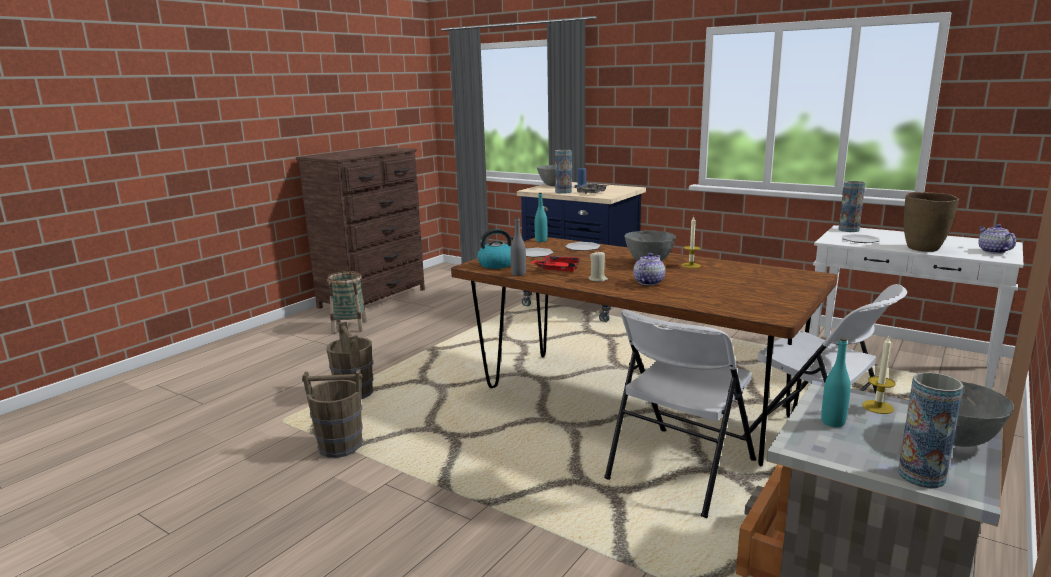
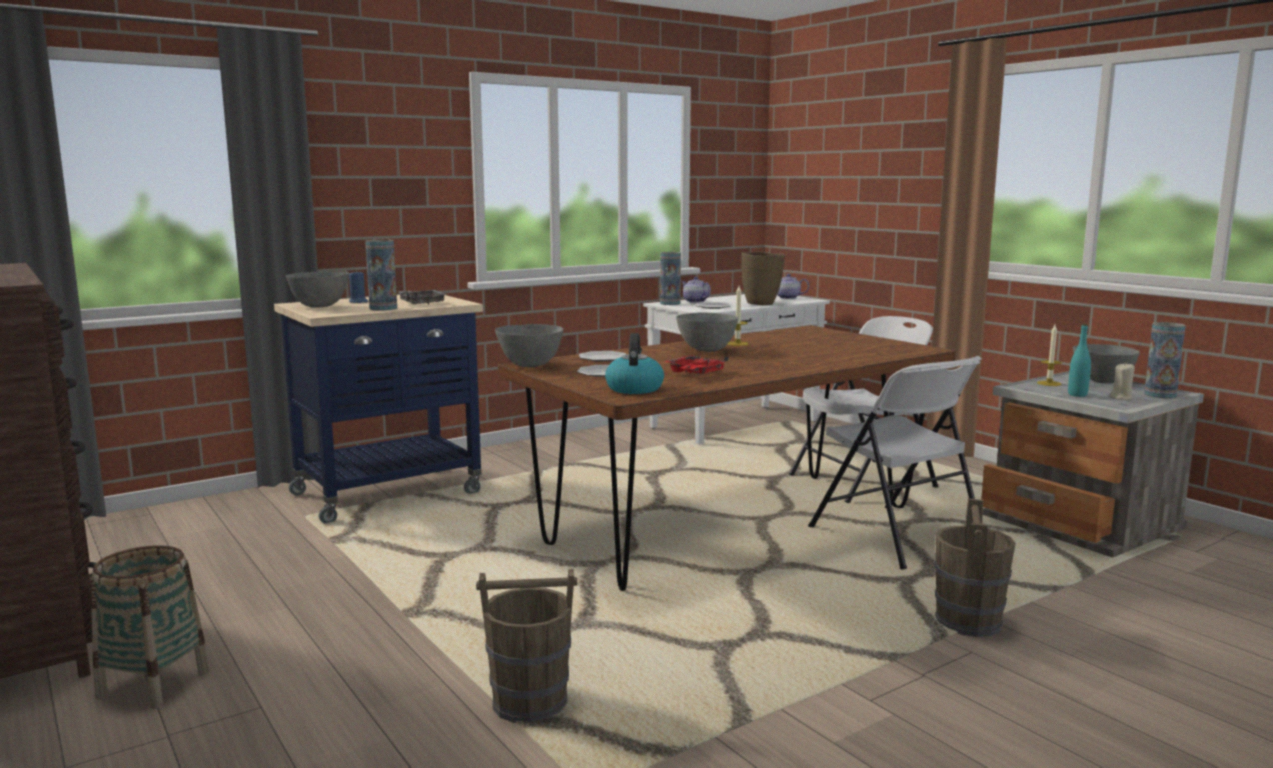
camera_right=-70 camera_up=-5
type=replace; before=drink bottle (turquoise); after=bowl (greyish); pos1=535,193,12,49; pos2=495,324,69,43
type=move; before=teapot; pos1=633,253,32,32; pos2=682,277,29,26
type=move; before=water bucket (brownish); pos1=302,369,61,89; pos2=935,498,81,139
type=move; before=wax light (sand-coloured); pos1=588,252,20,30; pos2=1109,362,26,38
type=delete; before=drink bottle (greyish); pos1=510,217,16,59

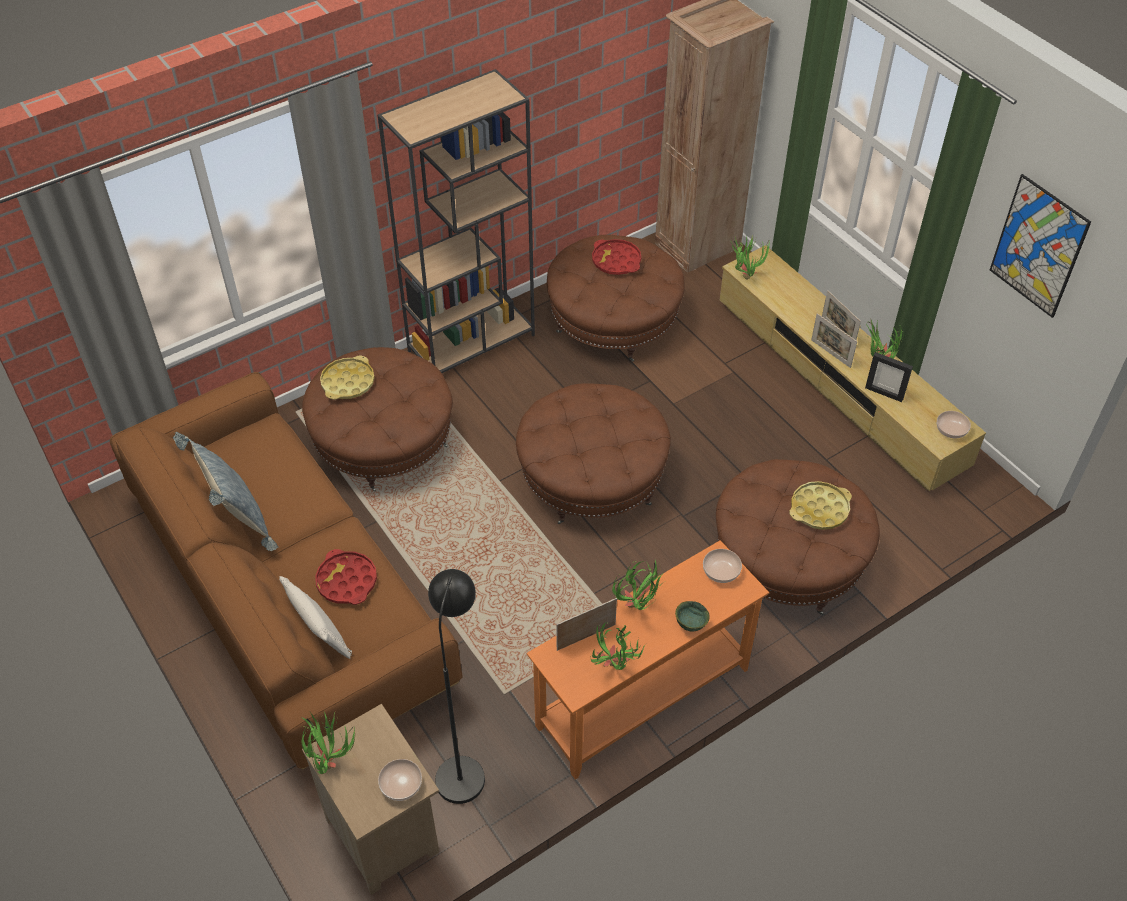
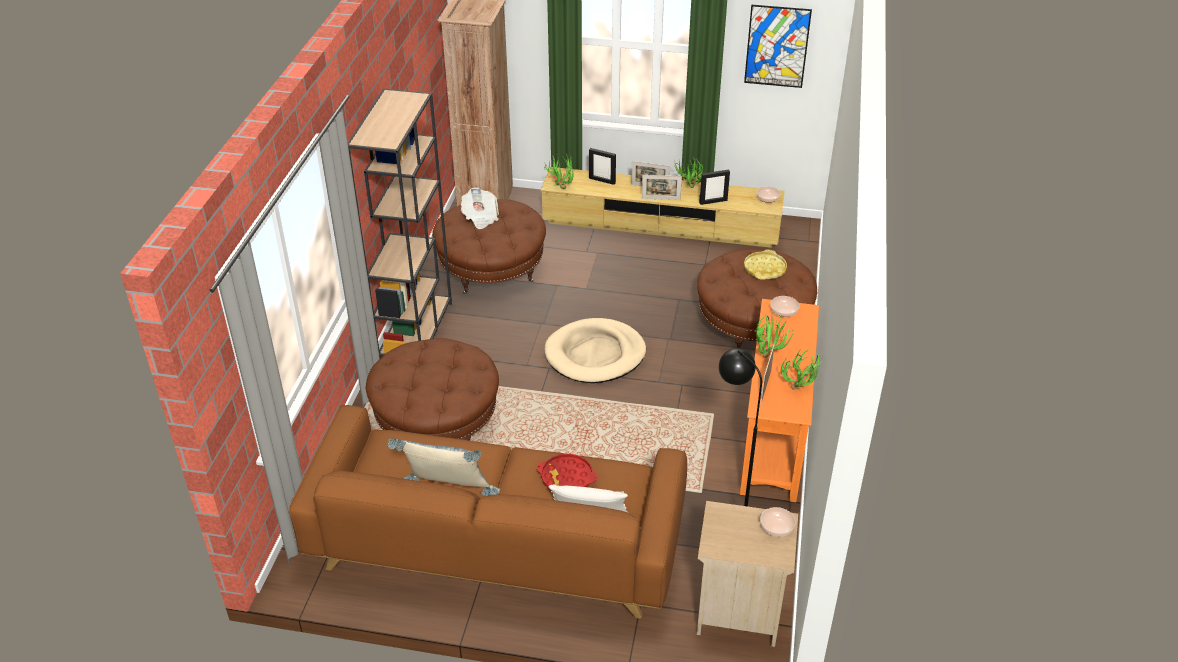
camera_right=-45 camera_up=-10
type=replace; before=tray (red-coloured); after=daily paper; pos1=592,239,49,36; pos2=461,187,38,42
type=replace; before=footrest (brownish); after=dog bed (sand-coloured); pos1=516,383,155,141; pos2=545,318,101,65
type=insert; after=photo frame; pos2=589,148,27,37
type=delete; before=plant in a pot; pos1=302,712,53,62
type=delete; before=tray (yellow-coloured); pos1=320,356,54,44
type=delete; before=bowl (green); pos1=675,601,35,31

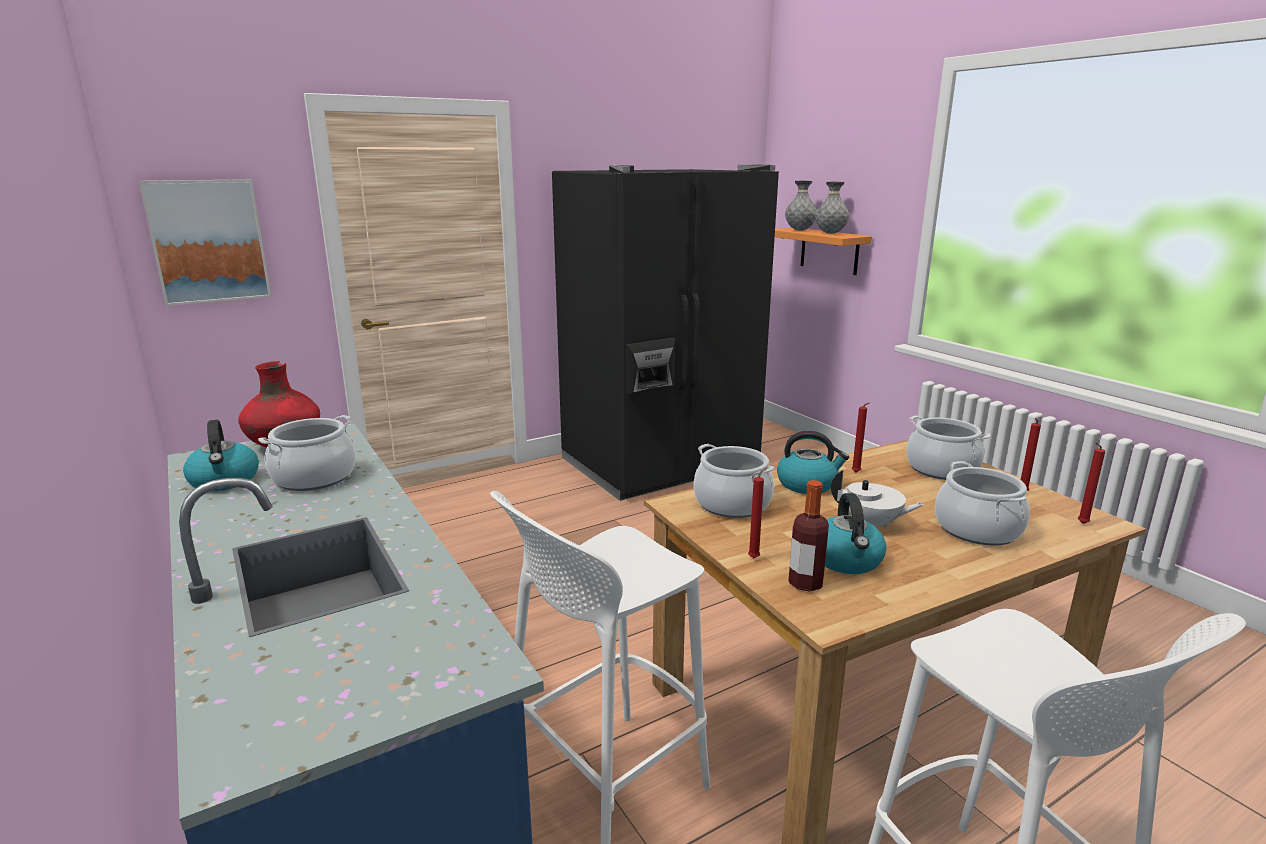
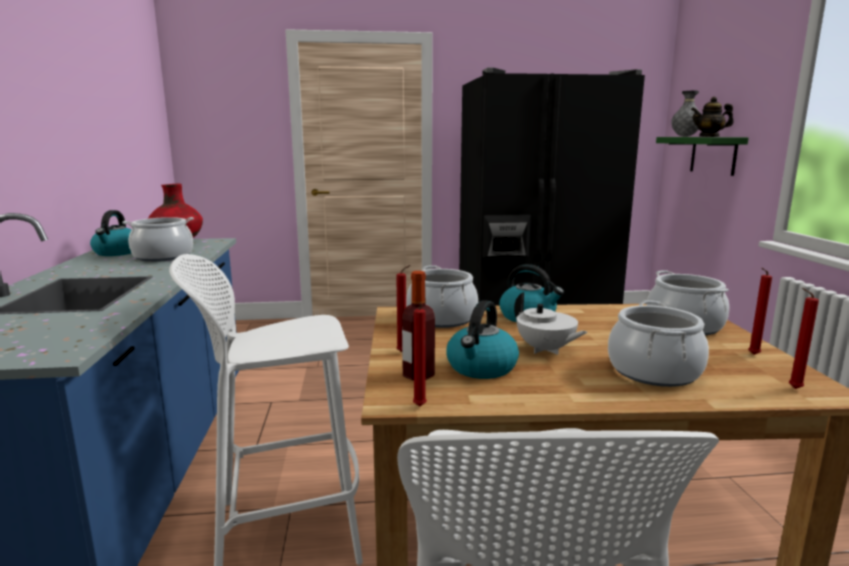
camera_right=25 camera_up=-5
type=move; before=wax light (red-coloured); pos1=851,402,19,70; pos2=413,303,14,103
type=recolor; before=shelf (orange-coloured); after=shelf (green); pos1=775,228,97,47; pos2=656,137,93,39
type=replace; before=decorative vase (greyish); after=teapot; pos1=815,182,34,52; pos2=691,97,43,40
type=delete; before=wall picture; pos1=139,179,133,127

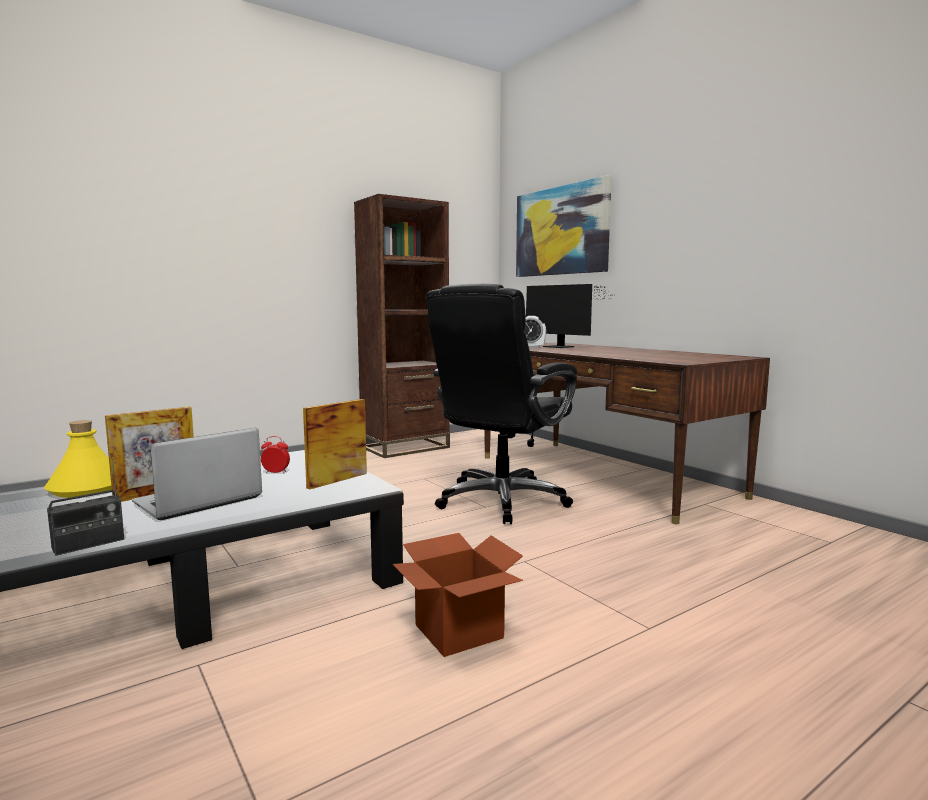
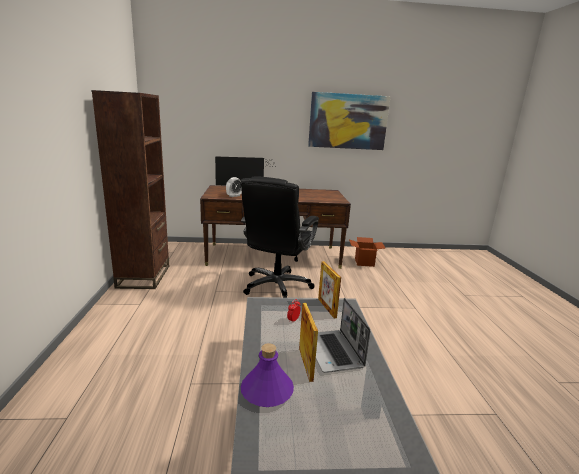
camera_right=-60 camera_up=10
type=rotate; before=office chair (blackish); pos1=427,284,150,240; pos2=241,176,78,121; turn=45
type=recolor; before=drink bottle (yellow-coloured); after=drink bottle (purplish); pos1=44,420,68,78; pos2=241,343,53,64
type=move; before=wall picture; pos1=516,175,96,102; pos2=308,92,83,58
type=move; before=cardboard box; pos1=392,533,131,124; pos2=349,237,37,30
type=delete; before=radio; pos1=47,455,77,100

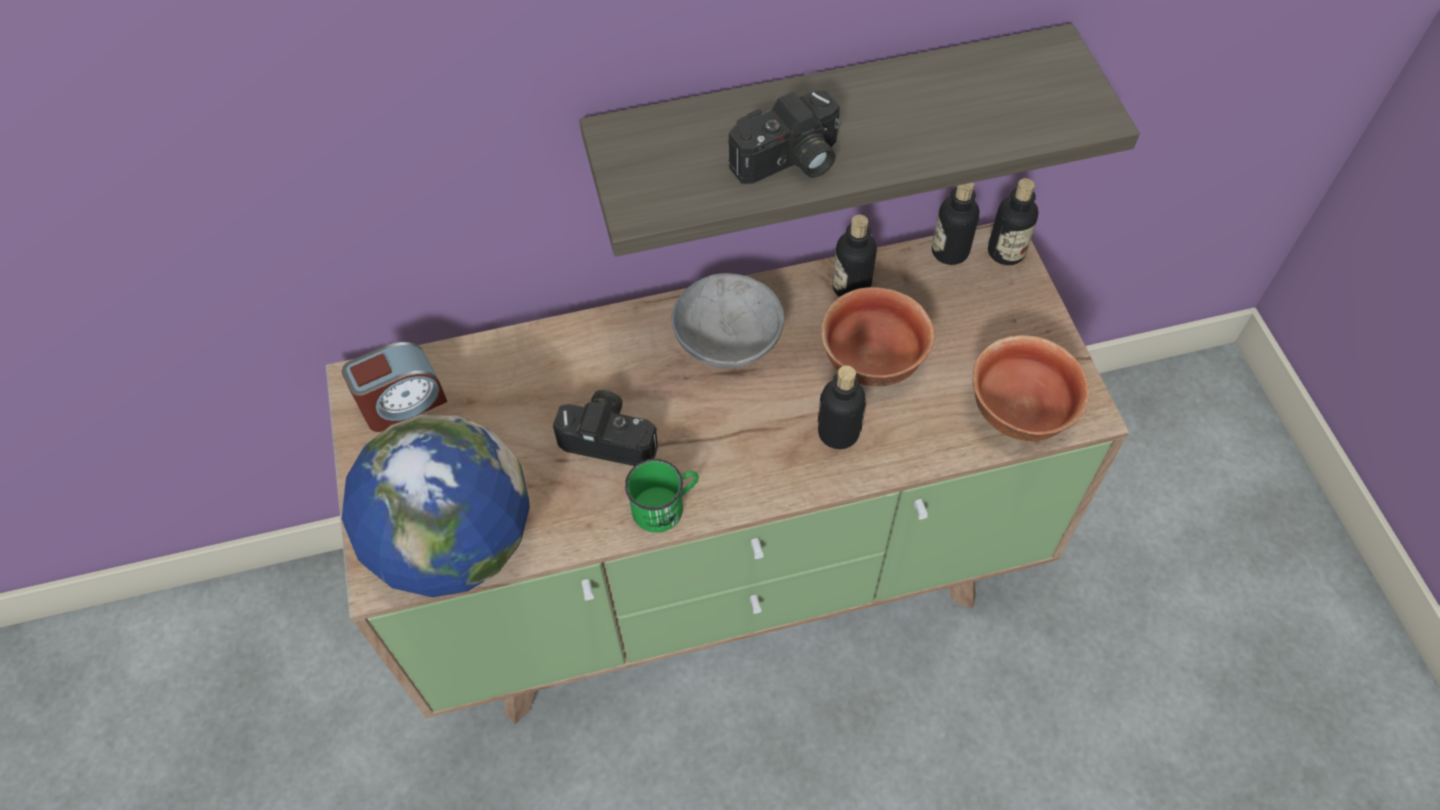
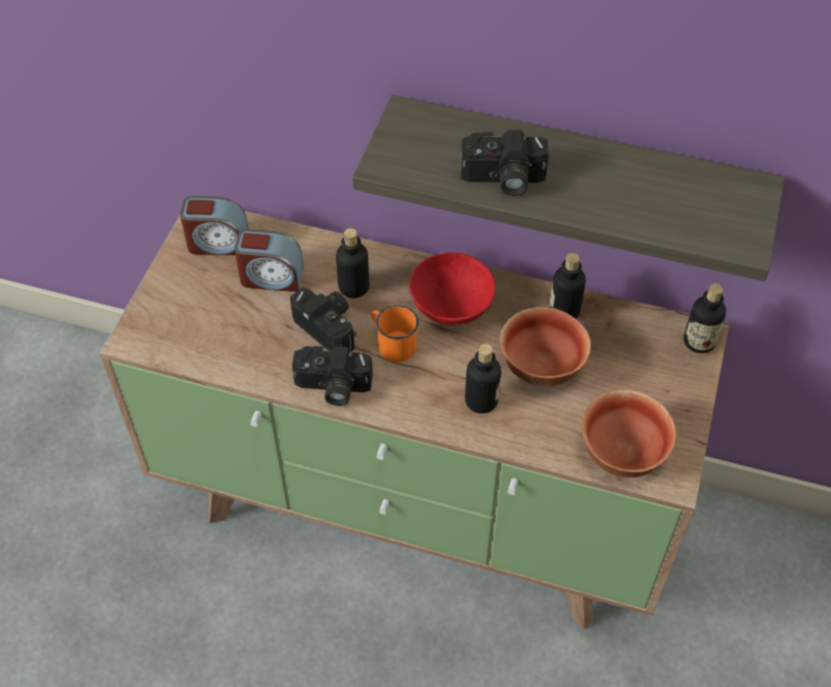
camera_right=30 camera_up=-5
type=insert; after=bedside clock; pos2=234,229,70,63
type=replace; before=tea mug (green); after=still camera; pos1=625,459,74,74; pos2=292,346,81,60
type=move; before=drink bottle; pos1=932,182,48,83; pos2=336,228,33,70
type=insert; after=tea mug (orange-coloured); pos2=371,305,48,57
type=recolor; before=bowl (greyish); after=bowl (red-coloured); pos1=671,273,113,96; pos2=409,252,87,73
type=delete; before=world globe; pos1=342,415,188,182

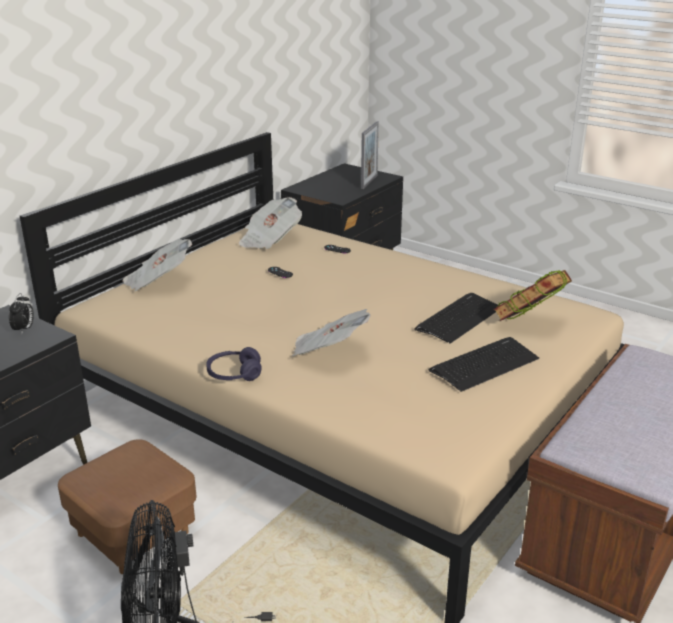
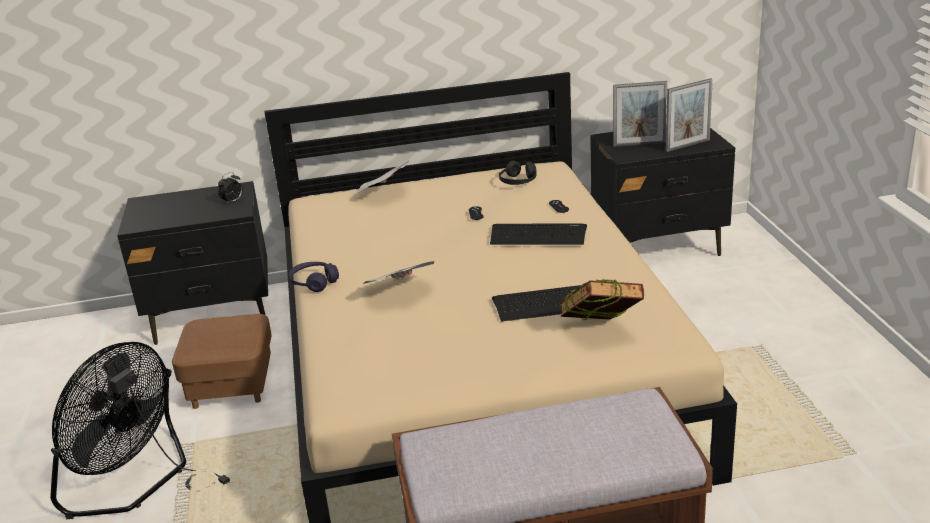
camera_right=45 camera_up=0
type=move; before=PC keyboard; pos1=429,337,110,55; pos2=490,224,97,21
type=replace; before=daily paper; after=pair of headphones (blackish); pos1=239,197,63,52; pos2=499,160,38,25
type=insert; after=photo frame; pos2=613,81,54,66

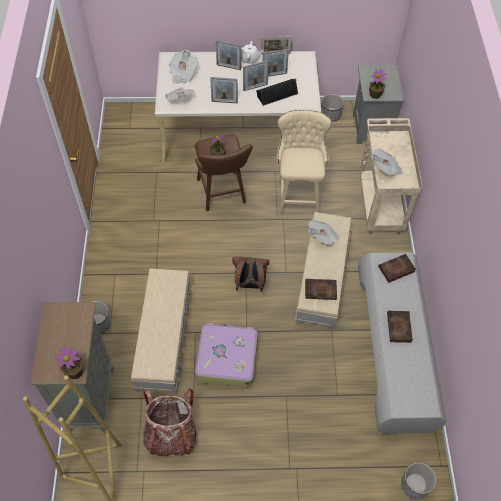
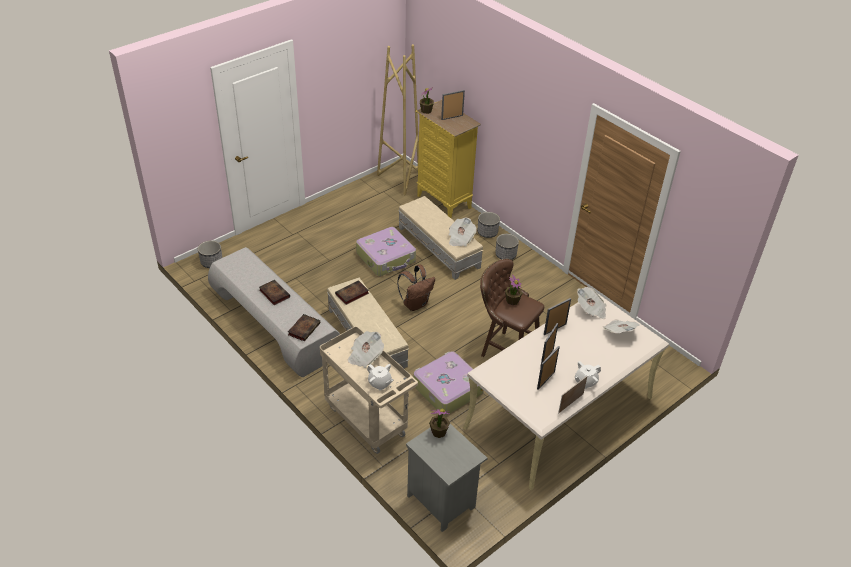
camera_right=140 camera_up=-15
type=insert; after=teapot (whitish); pos2=367,364,26,27
type=replace; before=stool seat (sand-coloured); after=piece of luggage; pos1=277,110,55,107; pos2=413,351,71,64
type=recolor; before=chest of drawers (greyish); after=chest of drawers (yellow-coloured); pos1=31,302,83,131; pos2=416,100,65,118
type=move; before=photo frame; pos1=216,40,25,30; pos2=441,90,24,30
type=move; before=daily paper; pos1=308,220,33,25; pos2=448,218,29,28
type=move; before=flower pot; pos1=321,94,23,28; pos2=496,234,23,26
type=delete; before=backpack; pos1=143,388,53,69
type=delete; before=audio speaker (blackish); pos1=256,79,42,27

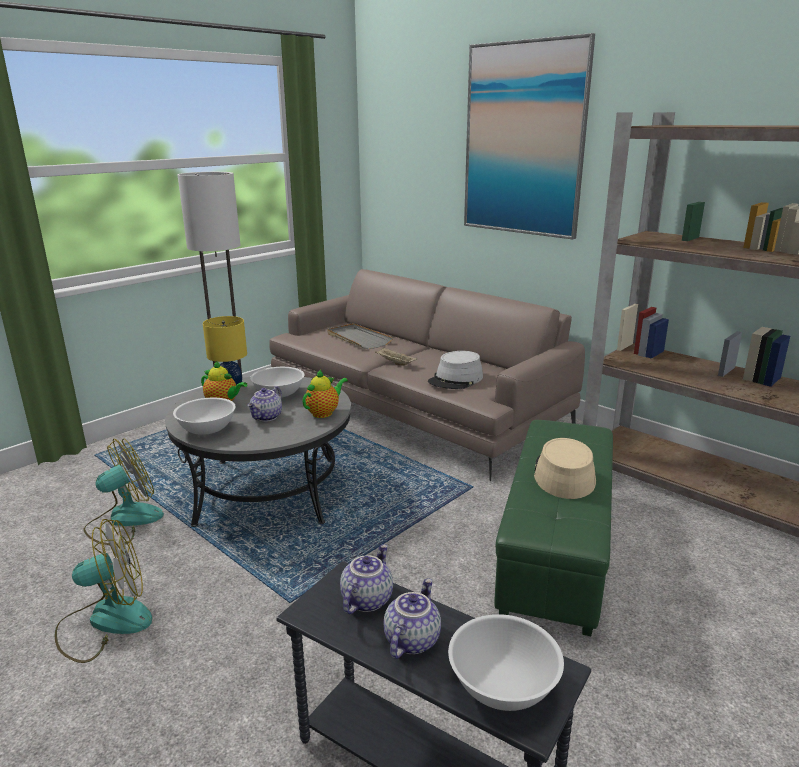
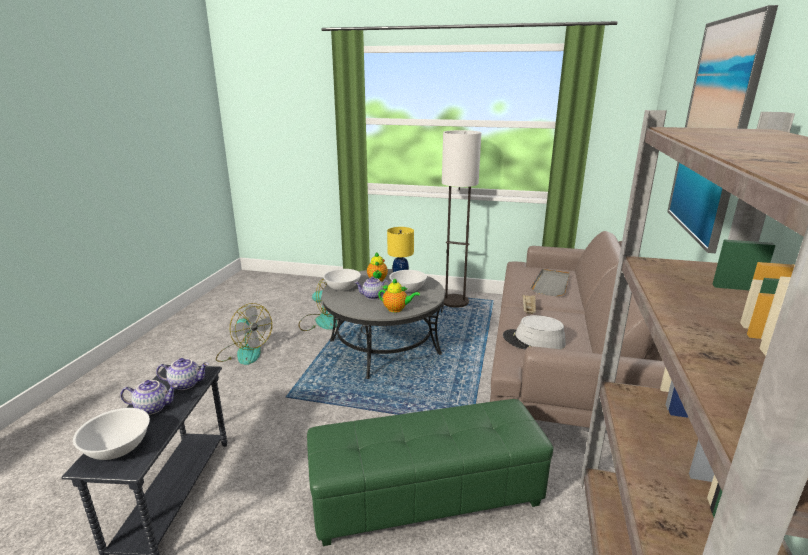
camera_right=60 camera_up=0
type=delete; before=clothing hat (sand-coloured); pos1=534,438,62,61

